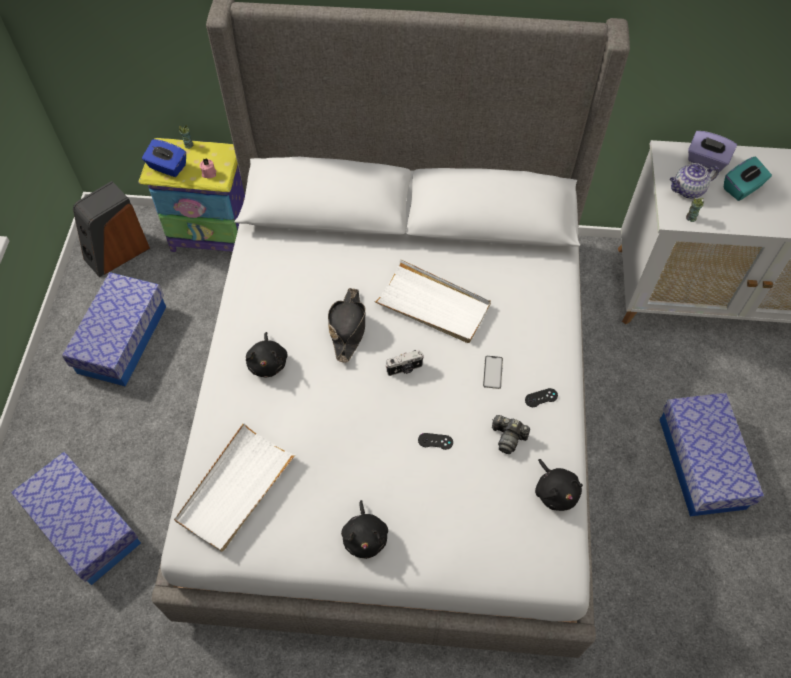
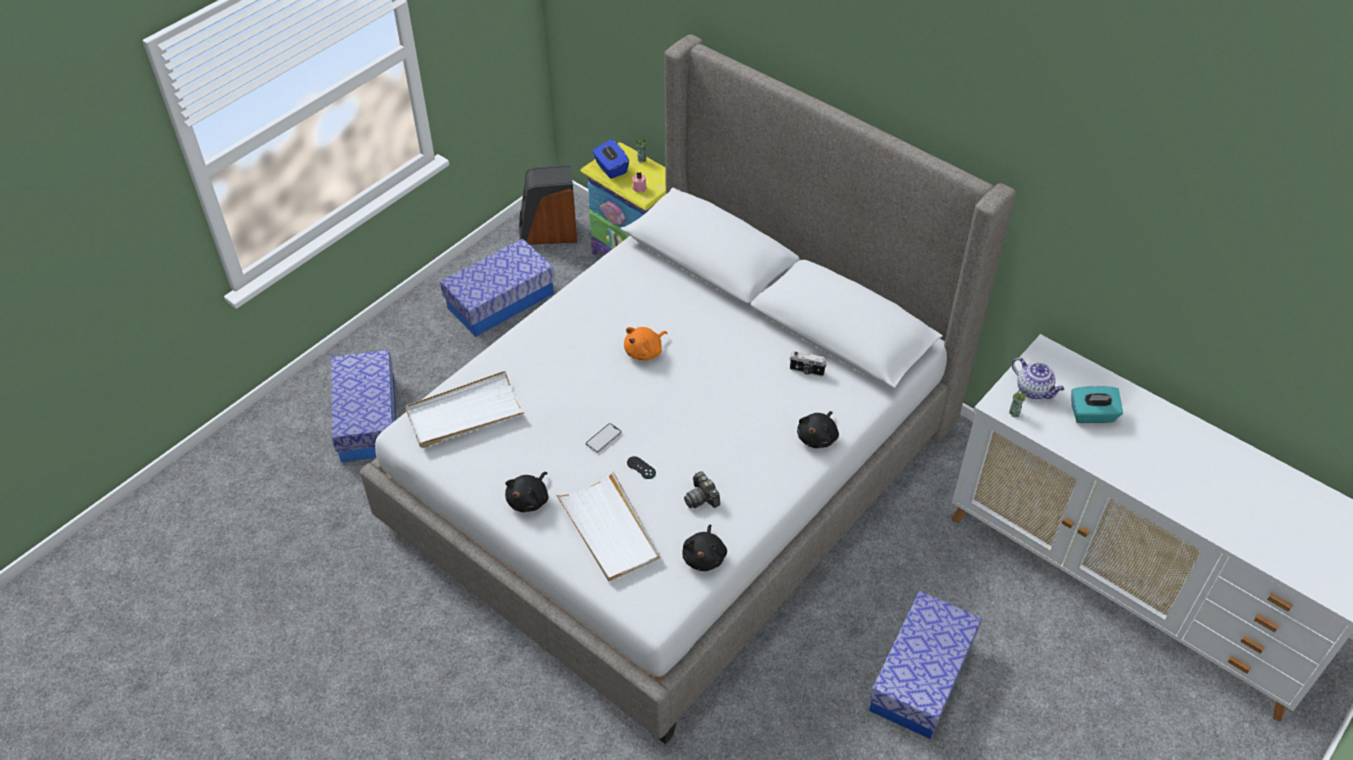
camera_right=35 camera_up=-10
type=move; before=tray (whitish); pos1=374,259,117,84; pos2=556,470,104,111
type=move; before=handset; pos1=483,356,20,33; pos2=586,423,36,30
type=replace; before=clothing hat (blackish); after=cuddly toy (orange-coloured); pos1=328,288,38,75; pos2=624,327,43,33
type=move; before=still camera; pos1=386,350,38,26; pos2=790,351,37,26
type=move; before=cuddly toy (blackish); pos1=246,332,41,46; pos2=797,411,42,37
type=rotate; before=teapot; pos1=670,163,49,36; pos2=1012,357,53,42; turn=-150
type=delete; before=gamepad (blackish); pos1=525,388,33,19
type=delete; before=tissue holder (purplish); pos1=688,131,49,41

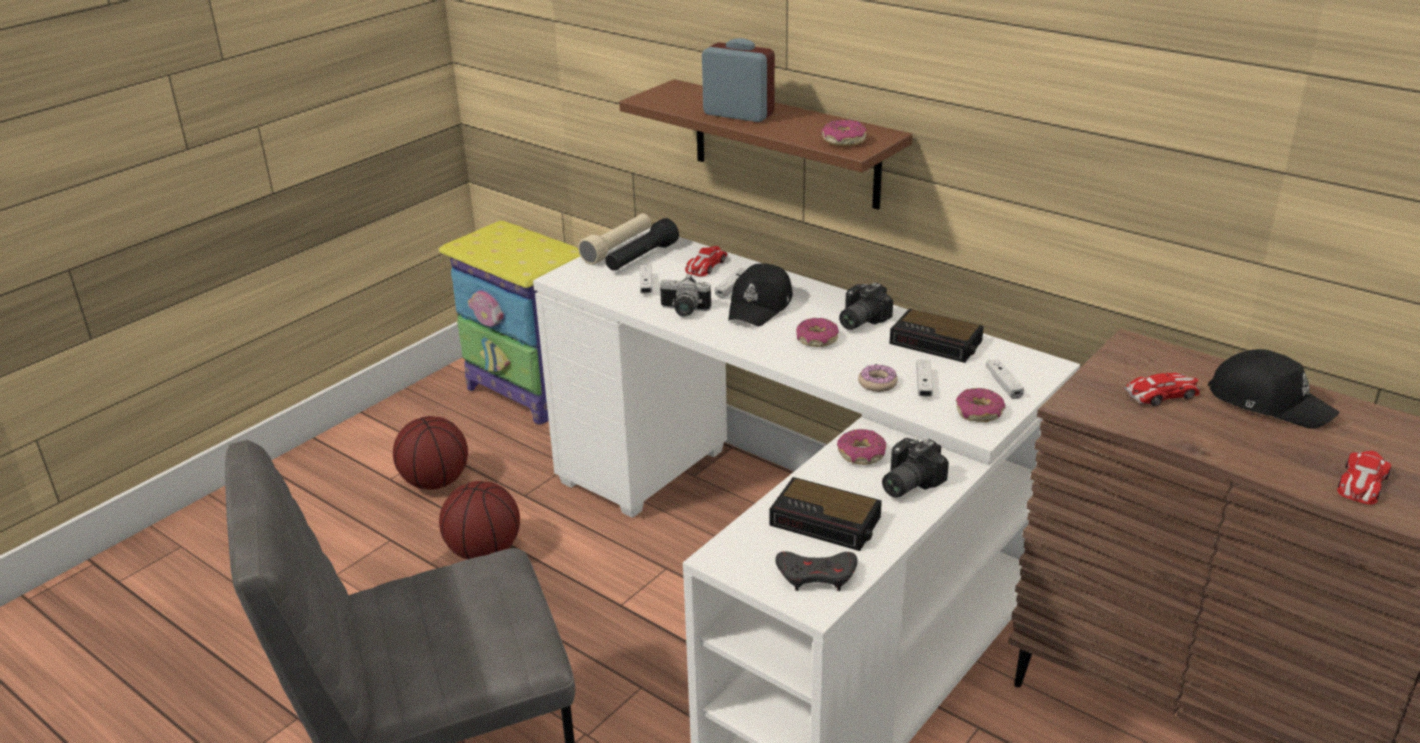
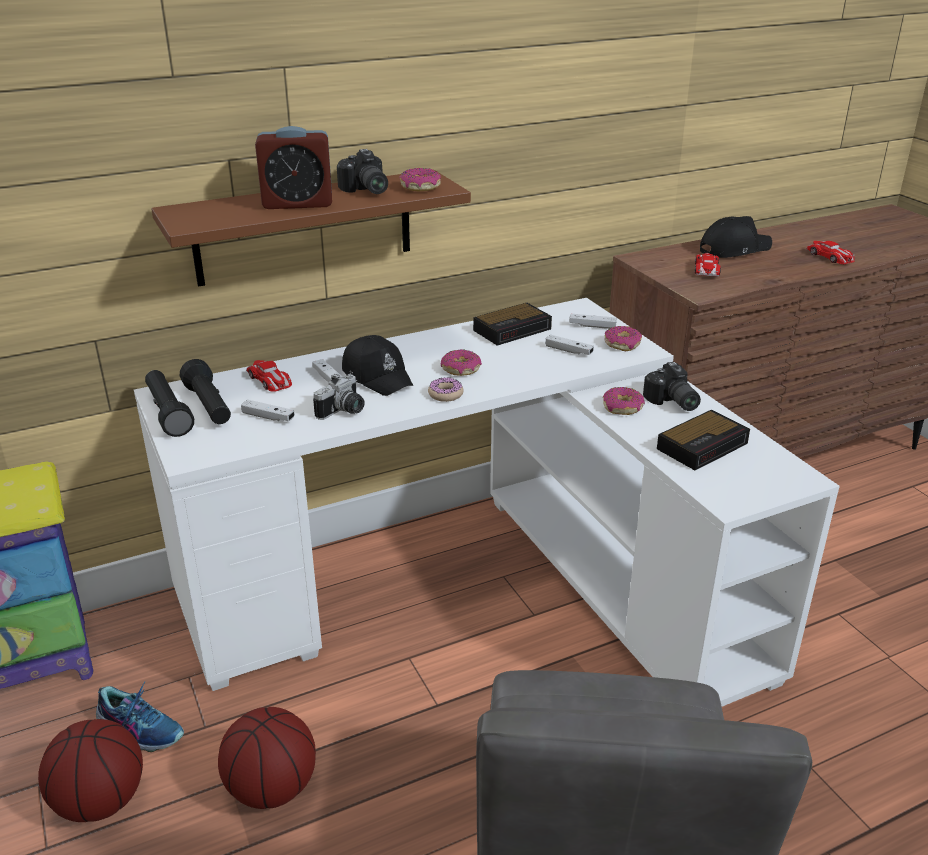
camera_right=-65 camera_up=0
type=insert; after=low shoe; pos2=96,682,88,70
type=recolor; before=torch (sand-coloured); after=torch (blackish); pos1=578,214,73,51; pos2=145,370,49,67
type=rotate; before=bedside clock; pos1=702,38,73,84; pos2=255,126,77,83; turn=-150
type=move; before=still camera; pos1=839,283,54,47; pos2=337,149,51,45
type=move; before=doughnut; pos1=858,365,40,27; pos2=428,377,36,25
type=delete; before=gamepad (greyish); pos1=775,551,82,40

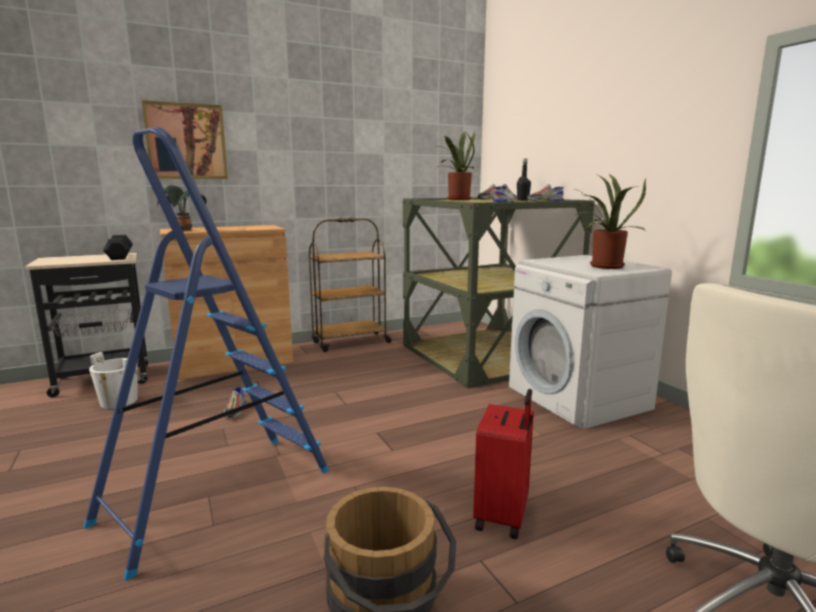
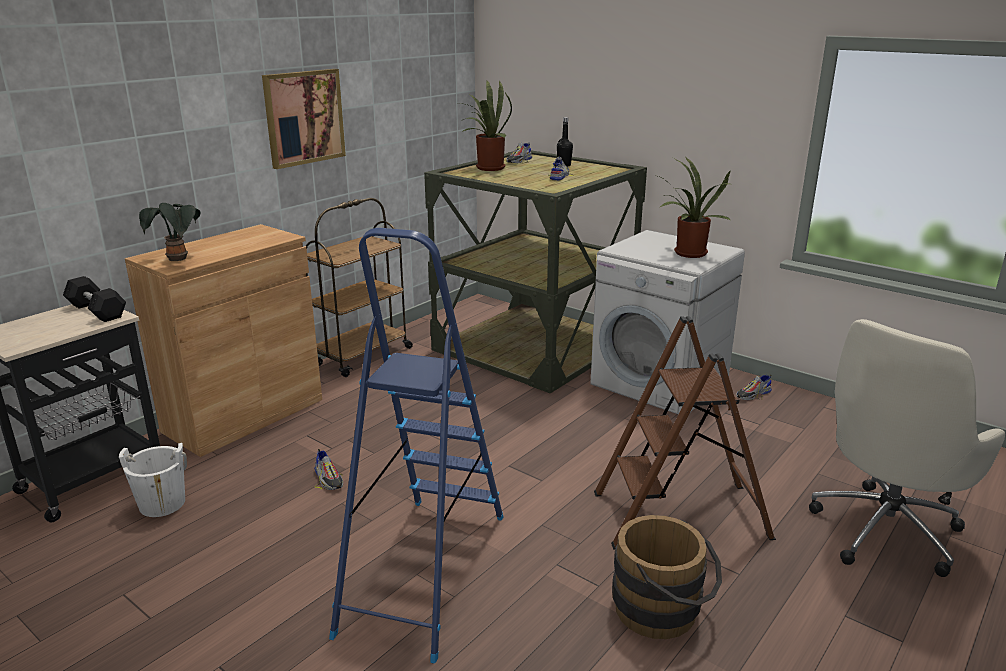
camera_right=-25 camera_up=10
type=move; before=wall picture; pos1=142,100,86,79; pos2=262,69,84,100
type=replace; before=piece of luggage (red-coloured); after=step ladder (brownish); pos1=473,389,61,150; pos2=594,316,182,233
type=move; before=low shoe; pos1=526,184,38,17; pos2=736,374,36,26

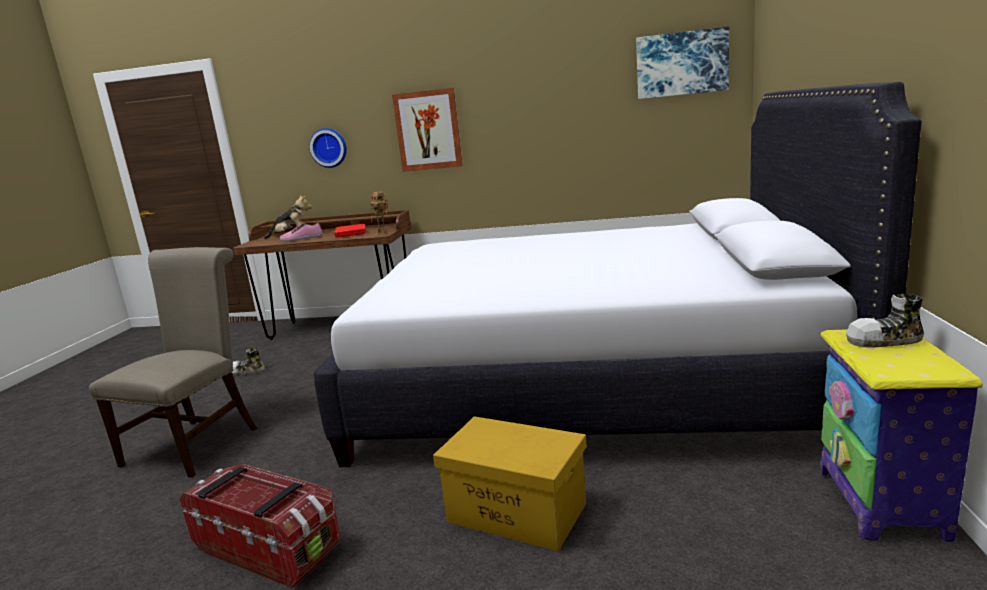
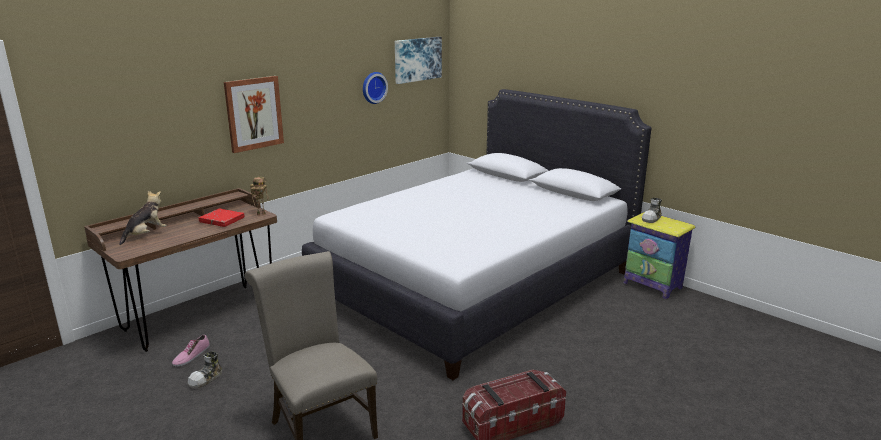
camera_right=-55 camera_up=5
type=move; before=low shoe; pos1=279,223,44,18; pos2=172,334,38,33
type=move; before=wall clock; pos1=310,128,37,40; pos2=363,72,25,32
type=delete; before=storage container (yellow-coloured); pos1=433,416,154,135

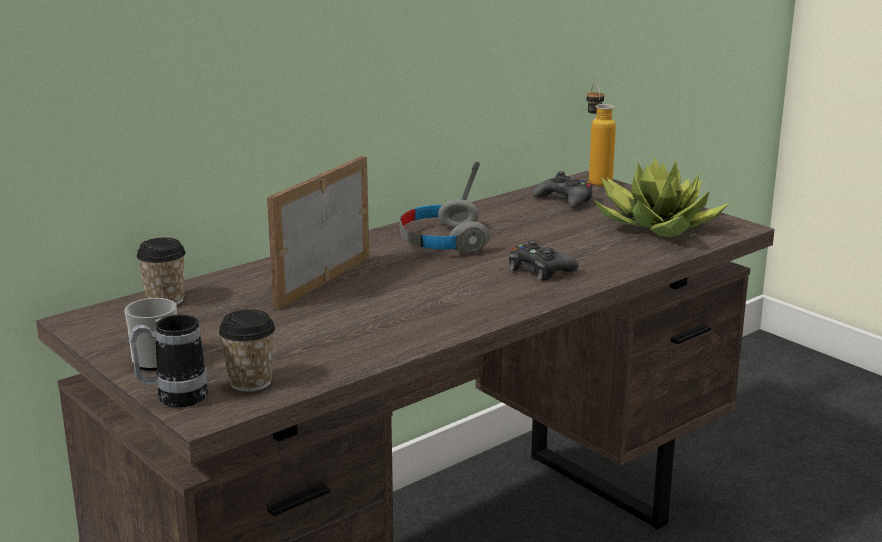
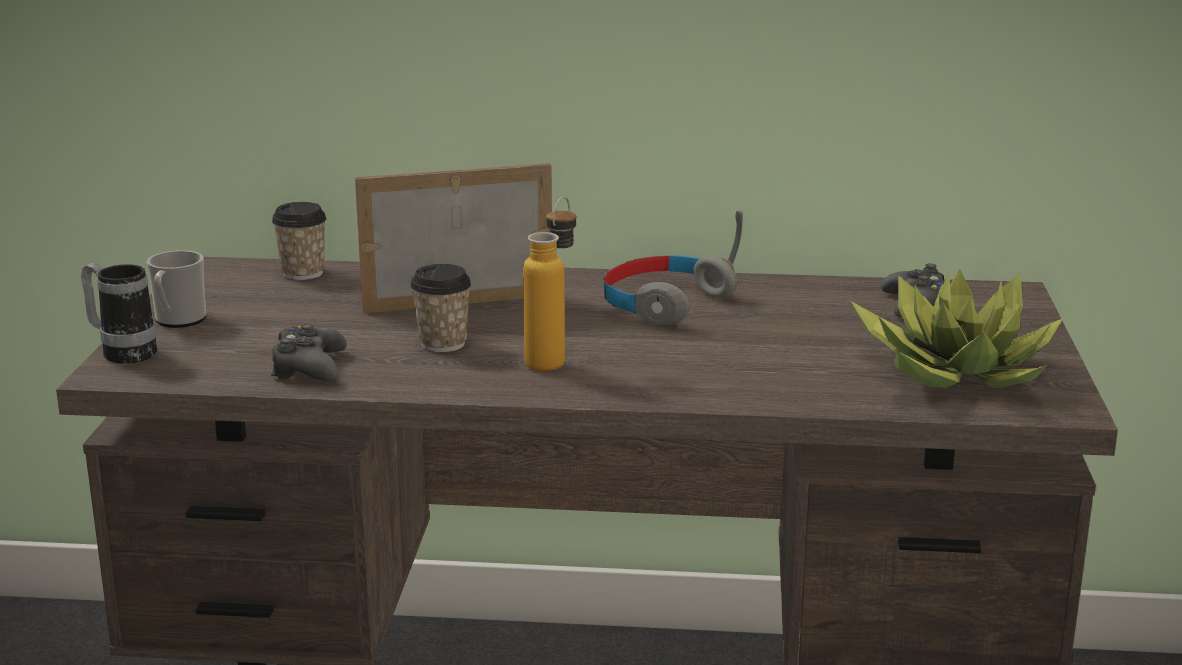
camera_right=45 camera_up=0
type=move; before=gamepad (blackish); pos1=509,241,70,40; pos2=271,324,76,57
type=move; before=drinking cup; pos1=219,309,56,83; pos2=410,264,61,88
type=move; before=drink bottle; pos1=587,83,29,103; pos2=523,197,53,174

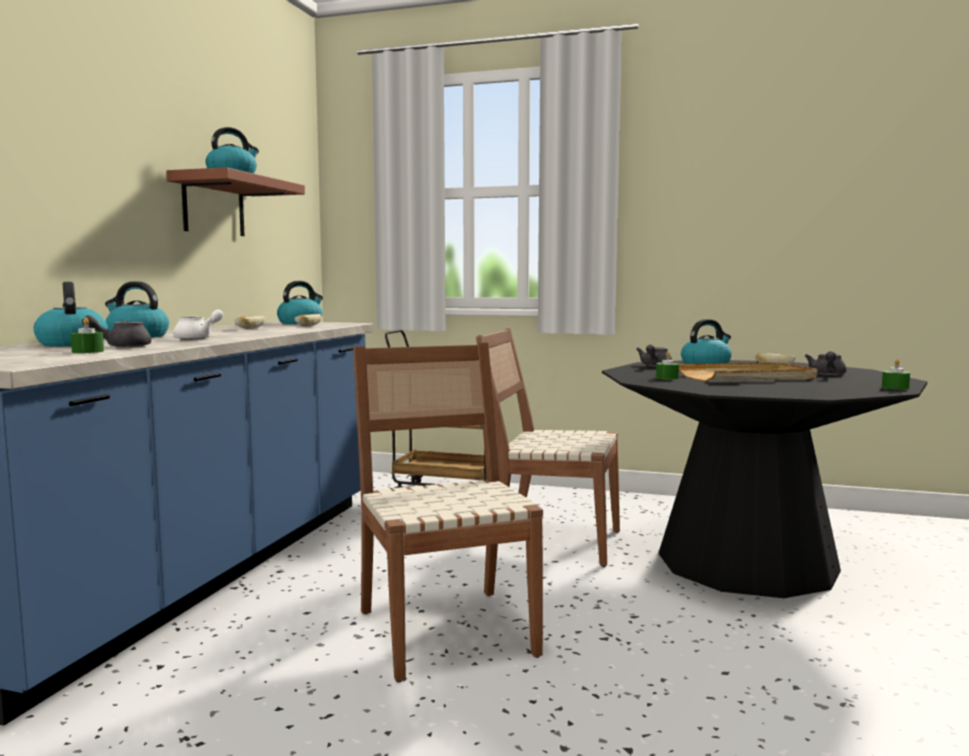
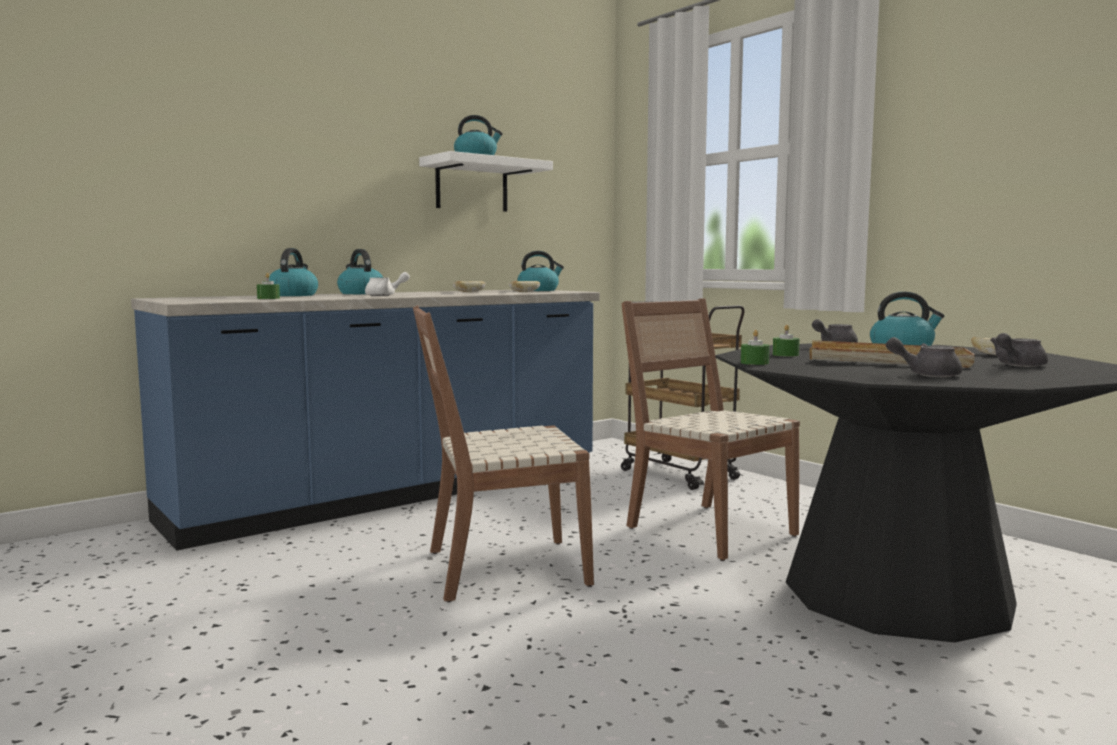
camera_right=35 camera_up=0
type=rotate; before=upright chair; pos1=353,342,190,340; pos2=413,305,181,297; turn=-120
type=recolor; before=shelf (brownish); after=shelf (whitish); pos1=166,167,139,69; pos2=419,151,134,60
type=move; before=wax light (green); pos1=882,359,28,31; pos2=741,330,29,35
type=move; before=teapot (greyish); pos1=82,315,69,33; pos2=886,337,76,40

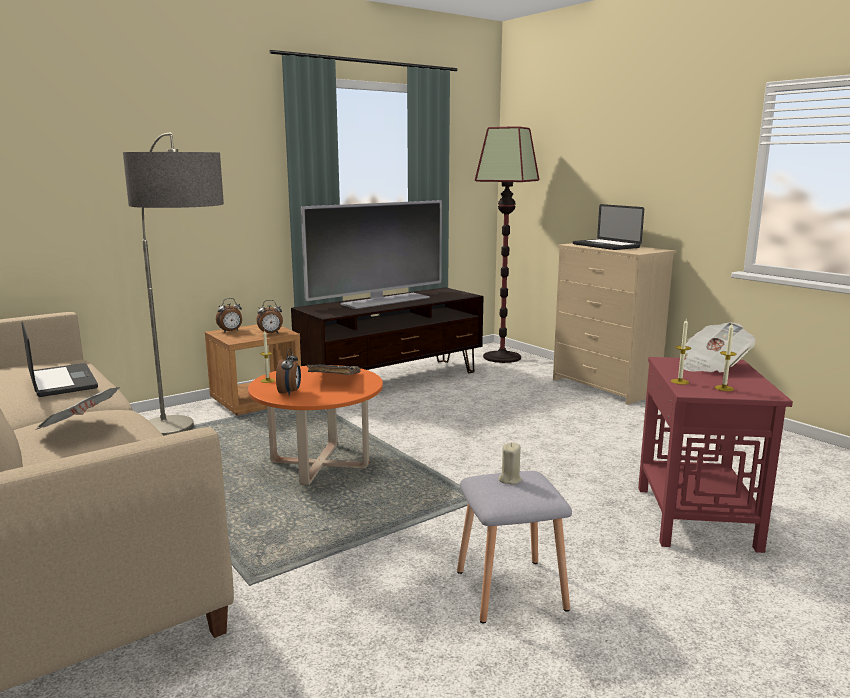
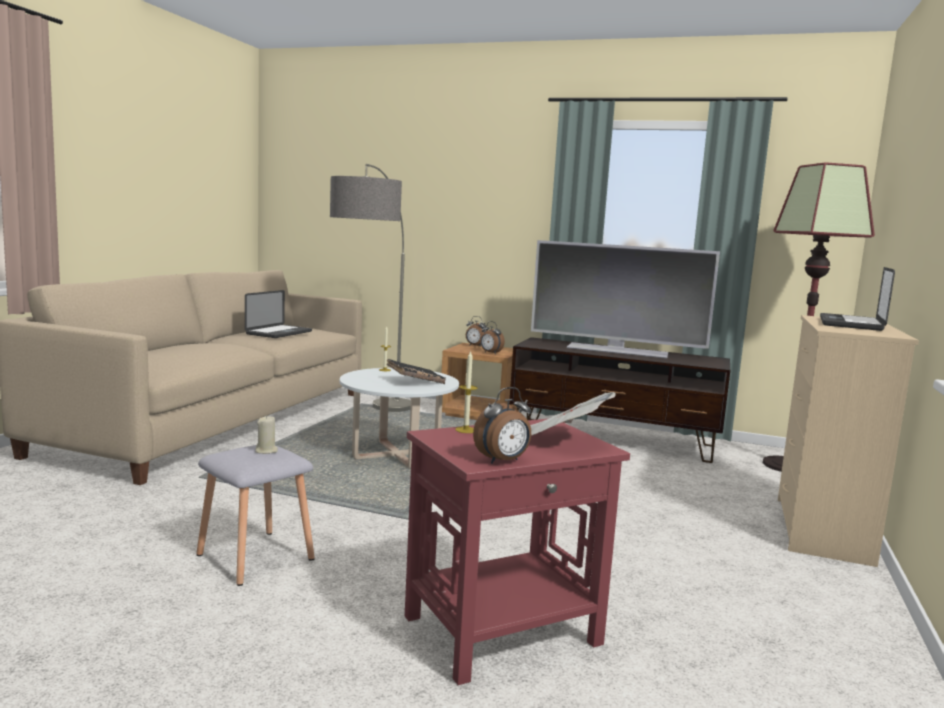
camera_right=55 camera_up=-5
type=recolor; before=coffee table (orange-coloured); after=coffee table (whitish); pos1=248,365,135,120; pos2=340,368,119,101
type=move; before=bedside clock; pos1=276,348,25,48; pos2=473,387,58,77
type=delete; before=daily paper; pos1=35,387,85,43
type=delete; before=wax light; pos1=715,324,22,67

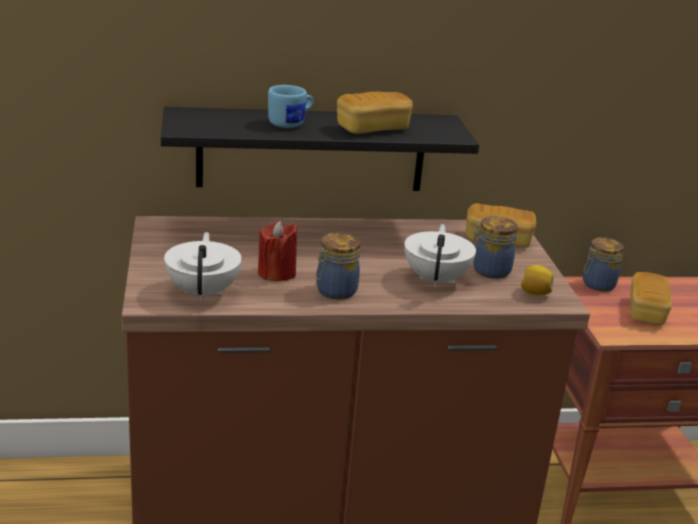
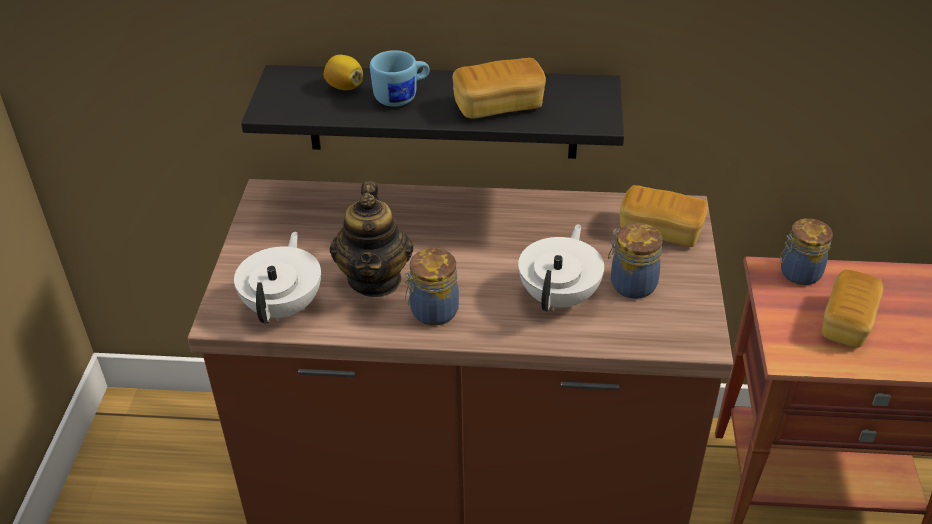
camera_right=15 camera_up=15
type=move; before=citrus fruit; pos1=521,265,32,30; pos2=324,55,39,35
type=replace; before=wax light (red-coloured); after=teapot; pos1=258,221,39,60; pos2=330,181,83,116

